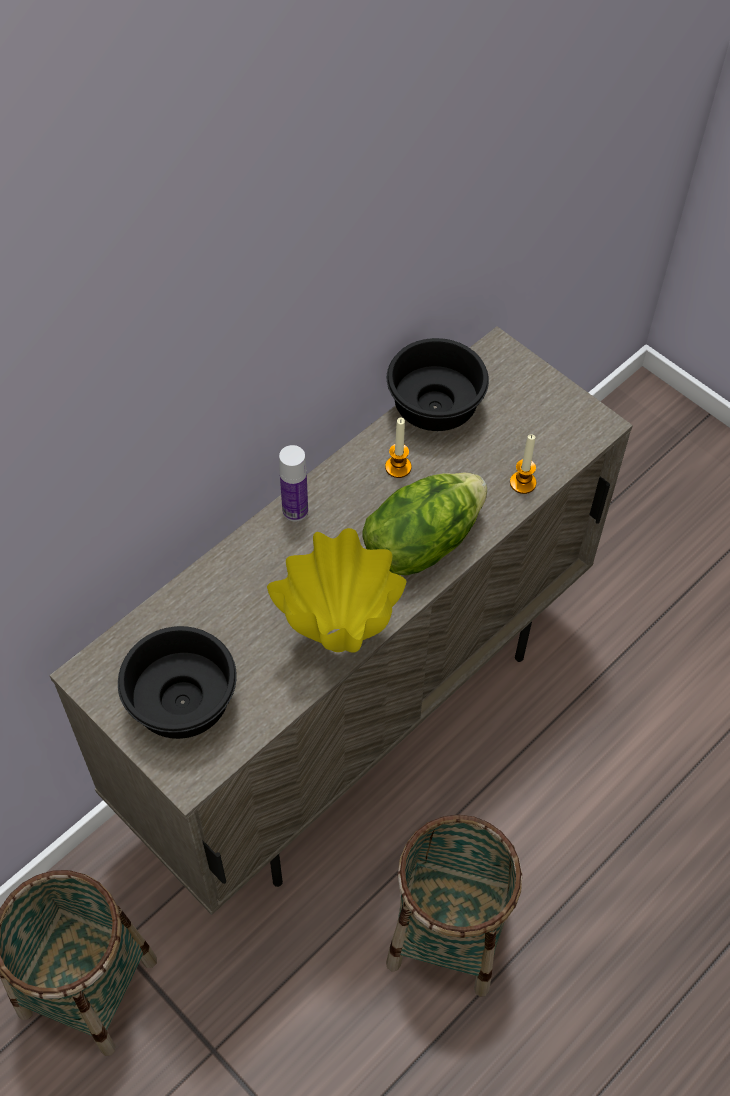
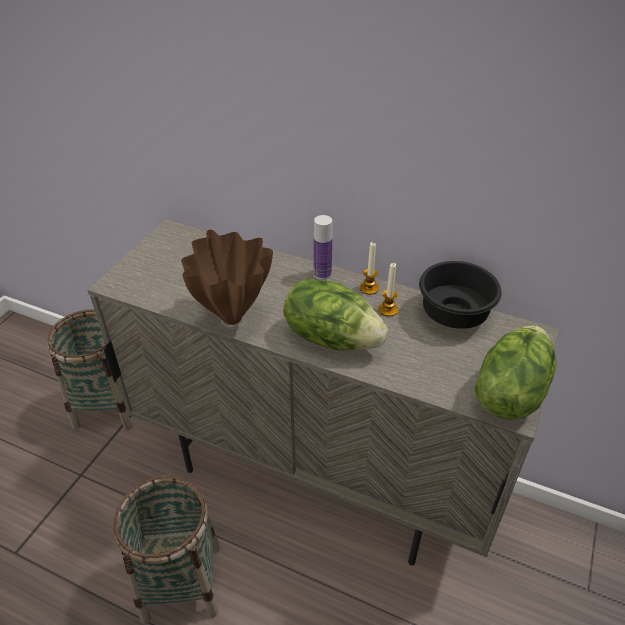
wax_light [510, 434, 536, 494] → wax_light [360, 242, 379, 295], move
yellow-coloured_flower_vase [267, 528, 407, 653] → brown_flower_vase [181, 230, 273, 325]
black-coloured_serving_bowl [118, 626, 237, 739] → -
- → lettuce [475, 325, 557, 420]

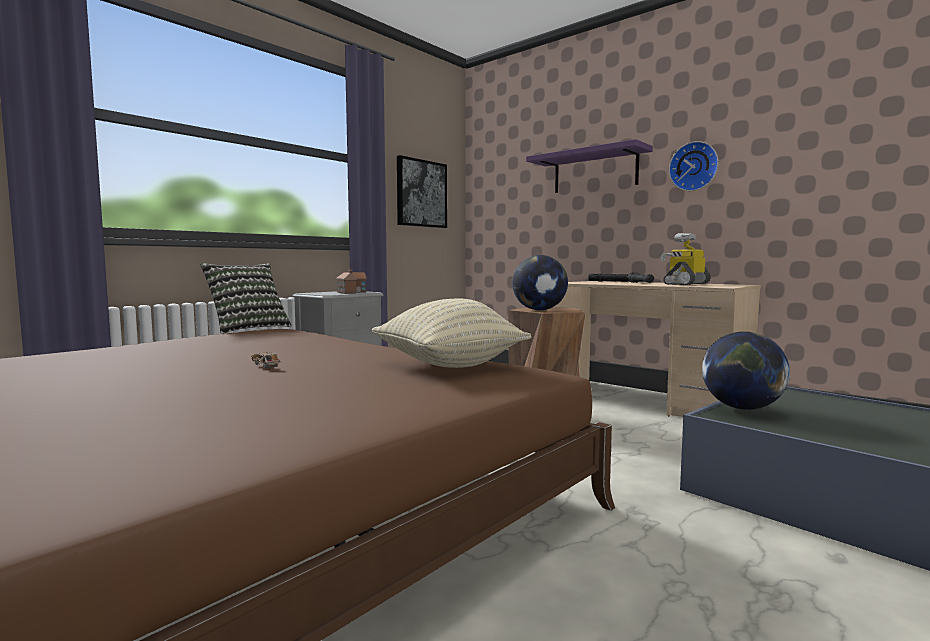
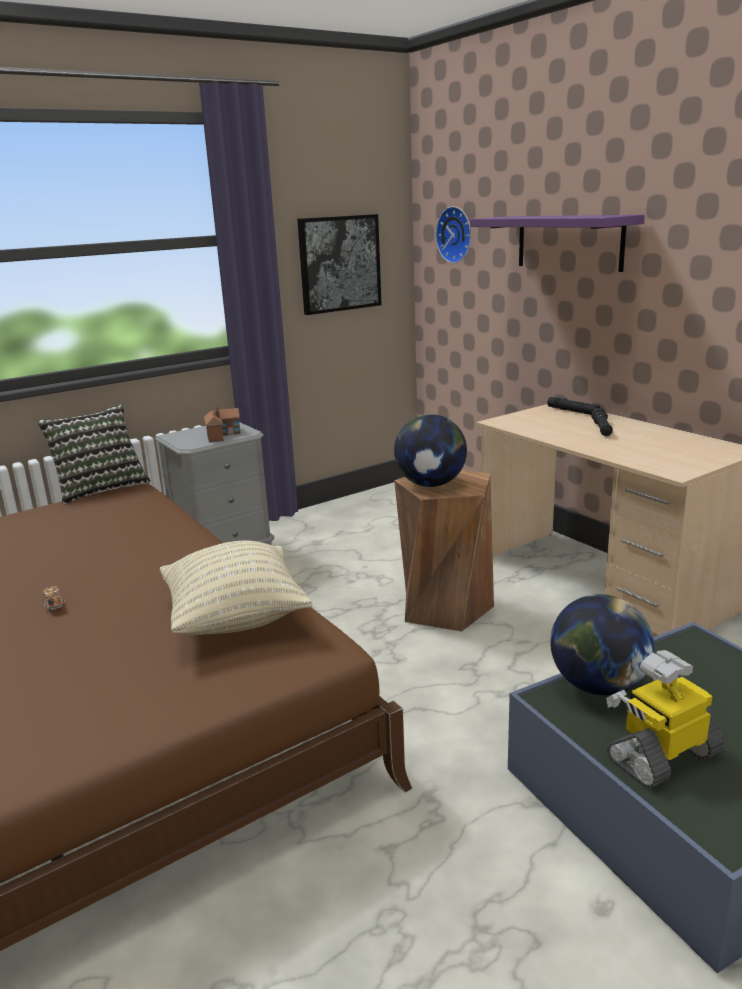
wall_clock [669, 141, 719, 191] → wall_clock [435, 206, 471, 263], move
toy_robot [660, 233, 711, 285] → toy_robot [606, 650, 725, 788], move

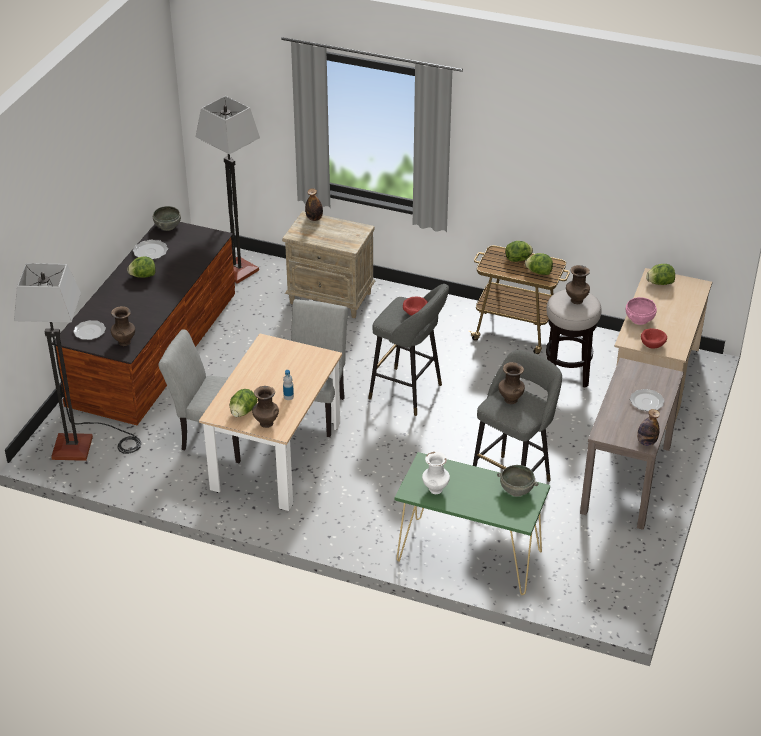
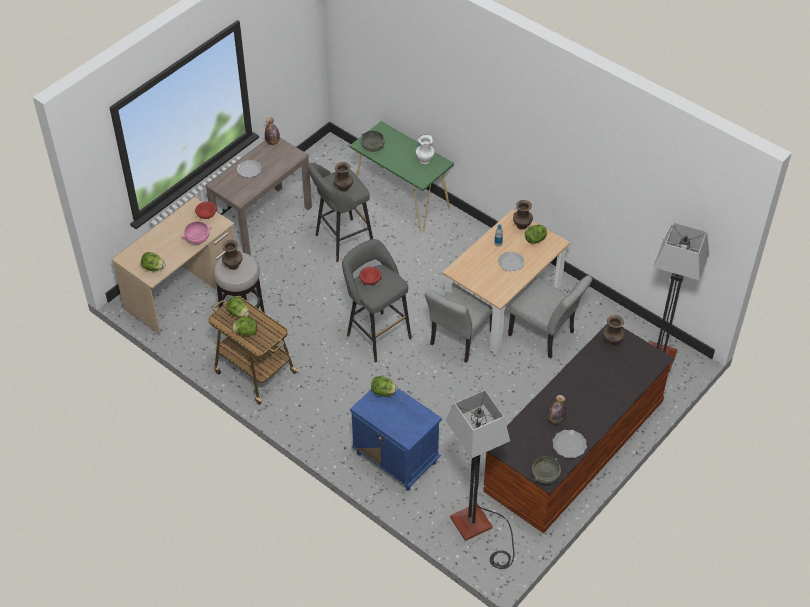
beverage_bottle [305, 188, 323, 221] → beverage_bottle [548, 395, 566, 424], move
beige_night_table [282, 211, 375, 318] → blue_night_table [350, 388, 442, 491]
lettuce [127, 256, 156, 278] → lettuce [371, 376, 397, 397], move
plate [73, 320, 106, 340] → plate [498, 252, 525, 271], move

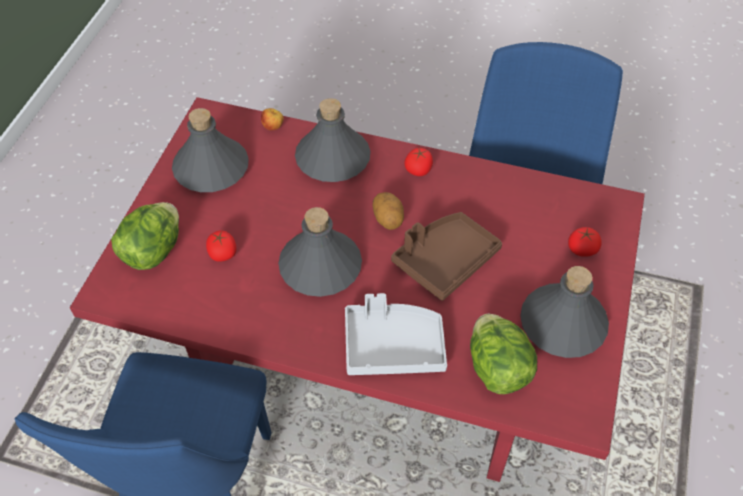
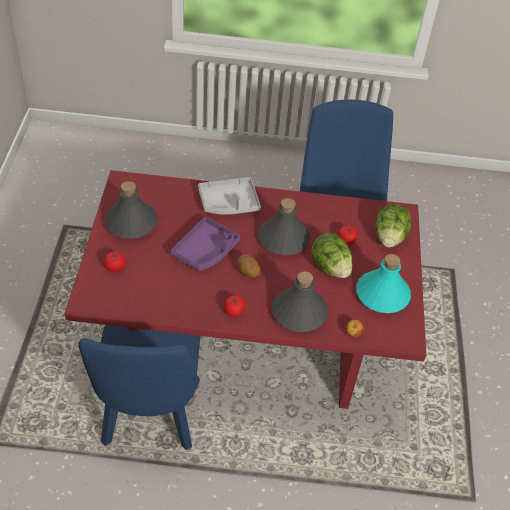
gray_beverage_bottle [172, 108, 249, 192] → turquoise_beverage_bottle [356, 254, 411, 313]
brown_tray [391, 212, 502, 301] → purple_tray [170, 217, 241, 271]
lettuce [470, 314, 537, 394] → lettuce [311, 233, 352, 278], move

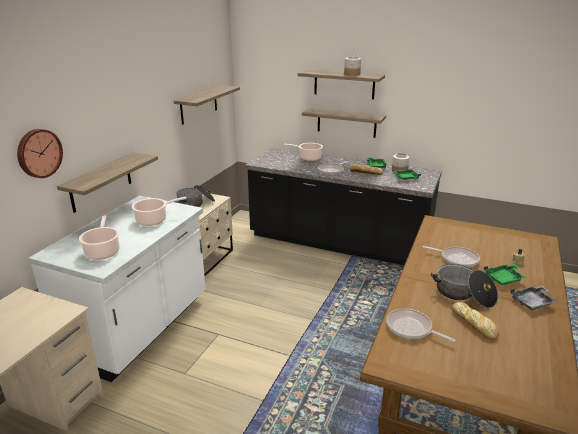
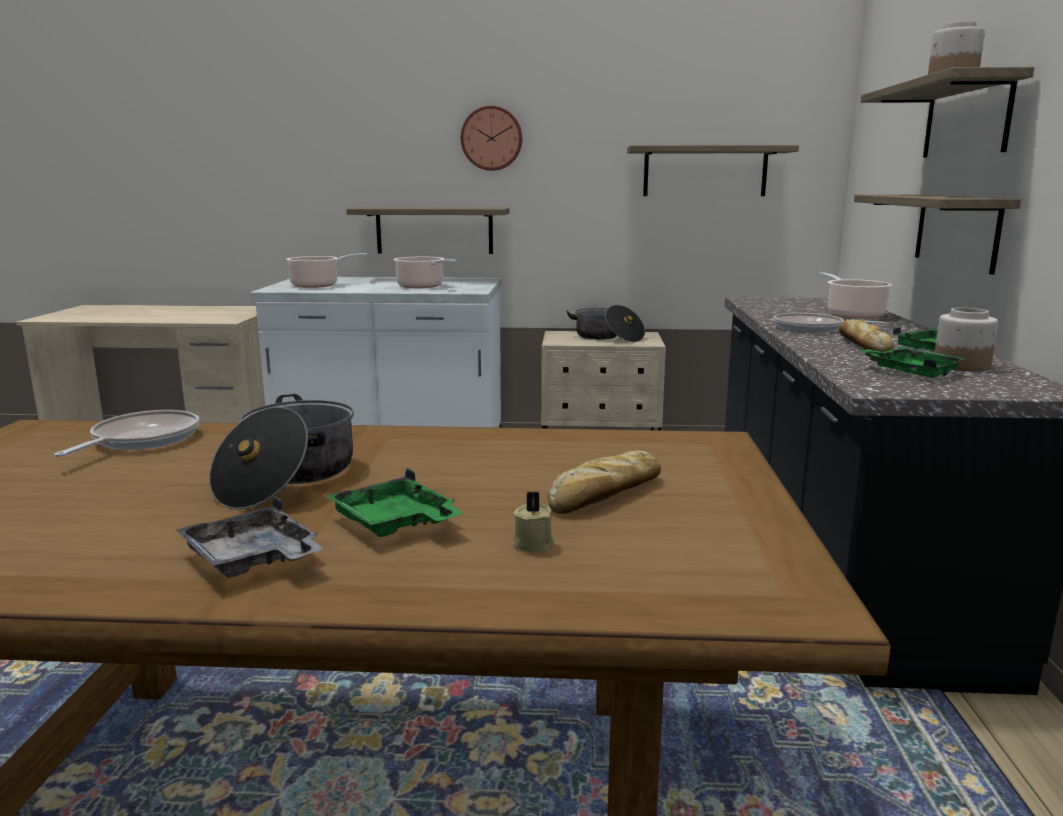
wall_clock [17, 129, 63, 178] → wall_clock [461, 106, 522, 171], move
pan [423, 246, 480, 267] → -
bakery_bread [452, 302, 499, 340] → bakery_bread [547, 450, 661, 514], move

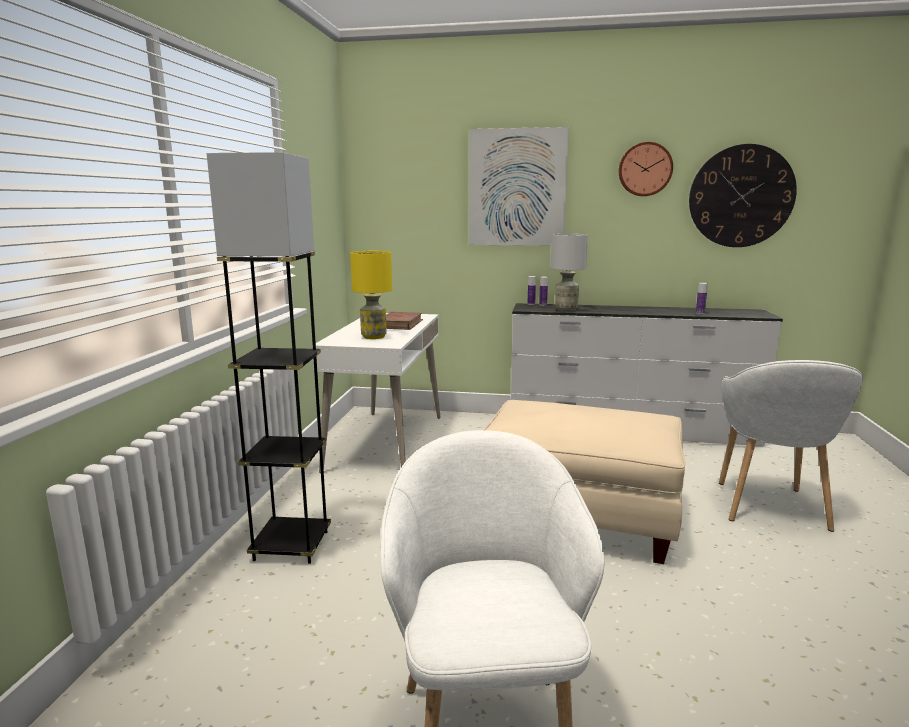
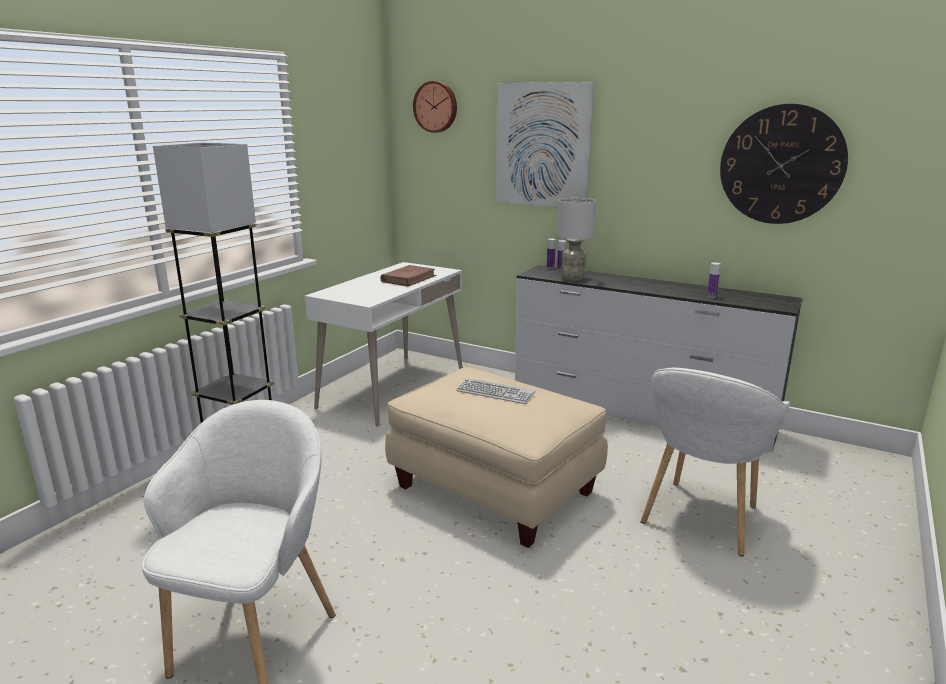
wall_clock [619, 142, 673, 196] → wall_clock [413, 81, 457, 133], move
yellow-coloured_table_lamp [350, 251, 392, 339] → -
- → keyboard [456, 378, 535, 404]

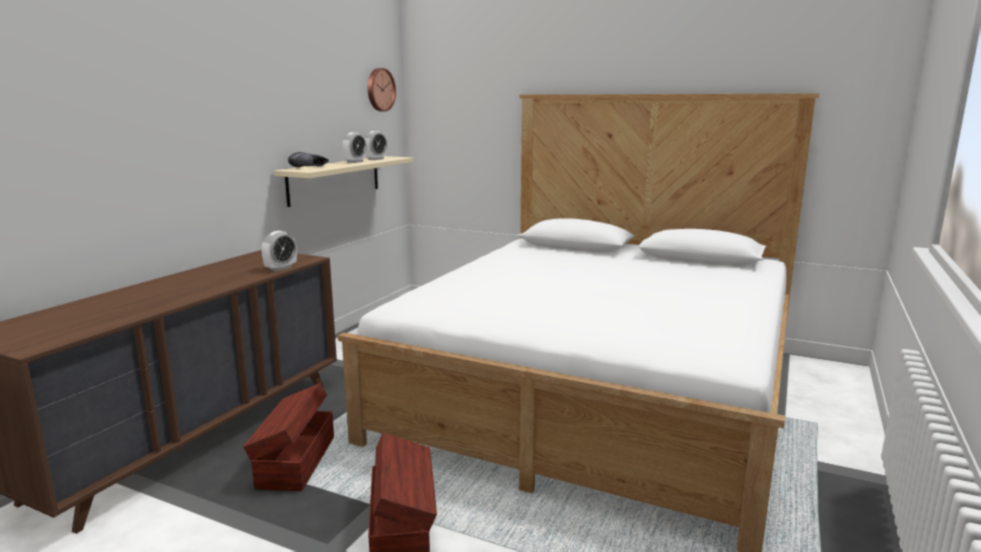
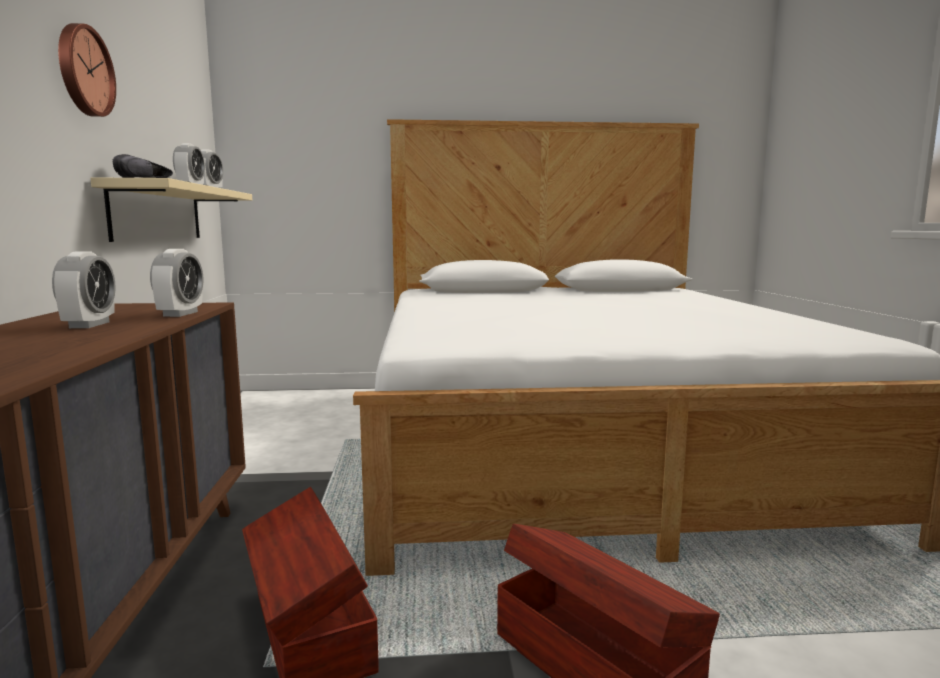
wall_clock [368, 68, 396, 112] → wall_clock [58, 23, 116, 117], move
- → table_clock [52, 251, 116, 328]

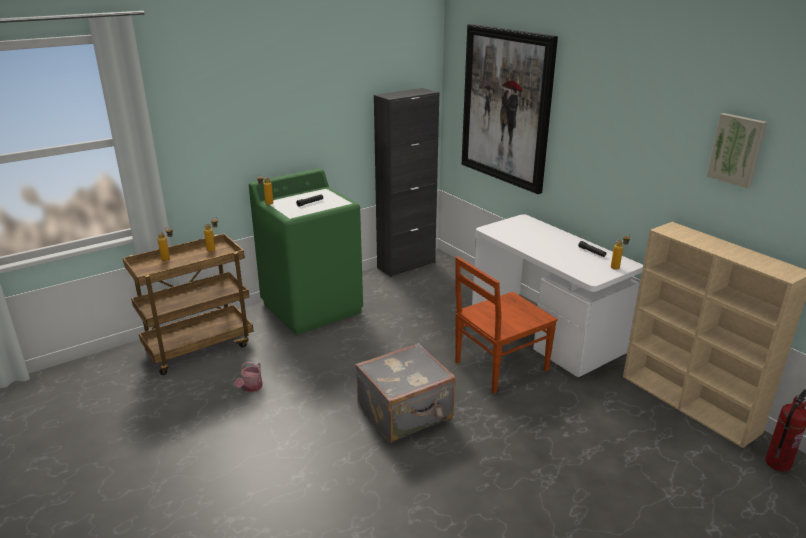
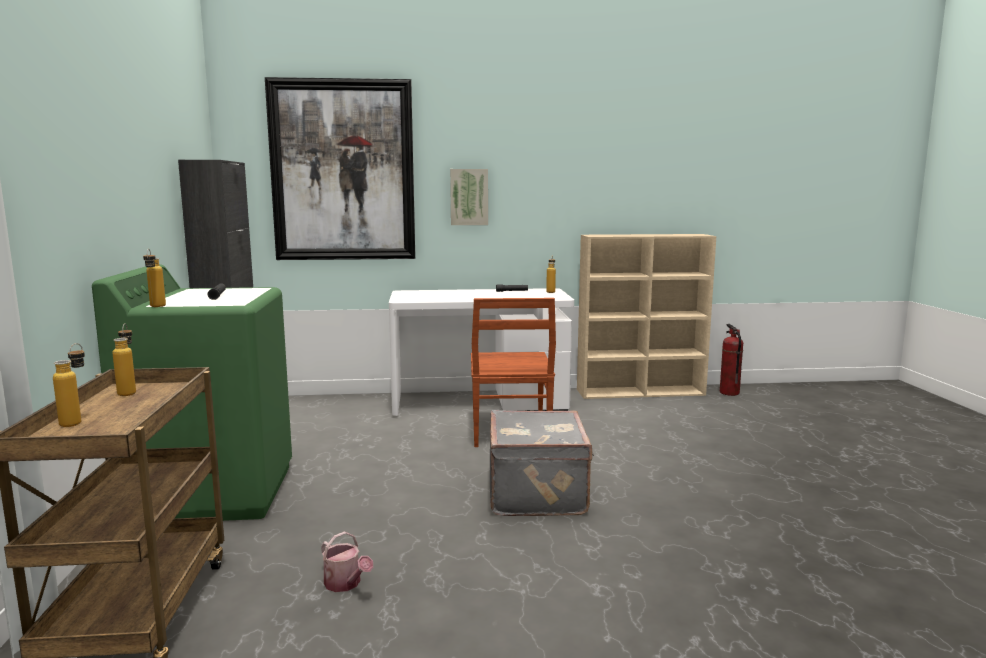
wall_art [707, 113, 767, 188] → wall_art [450, 169, 488, 225], move

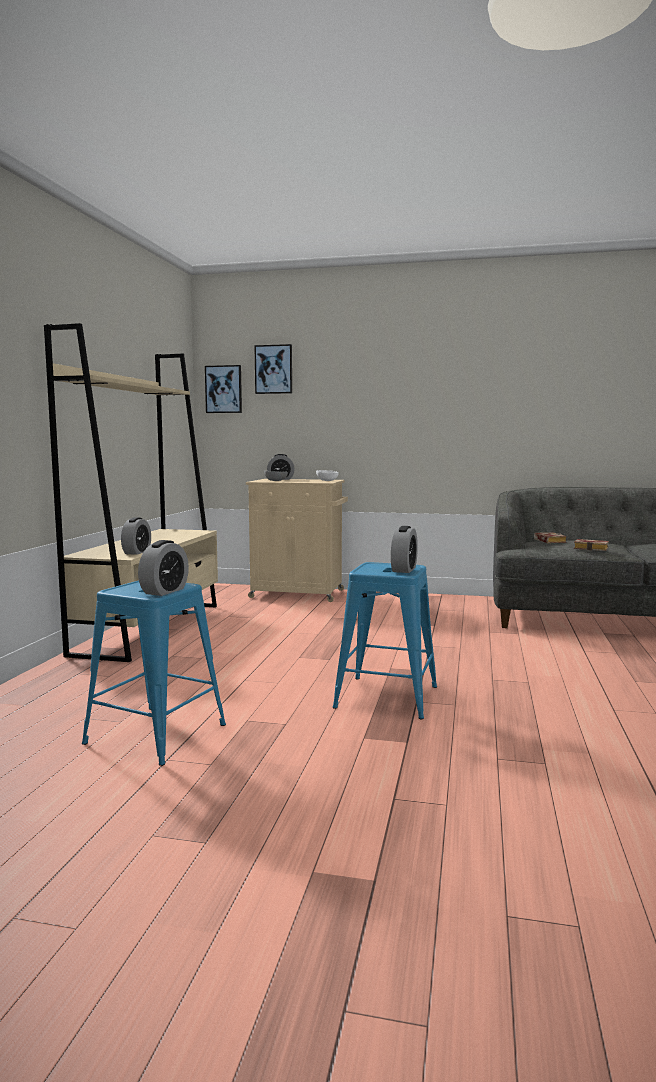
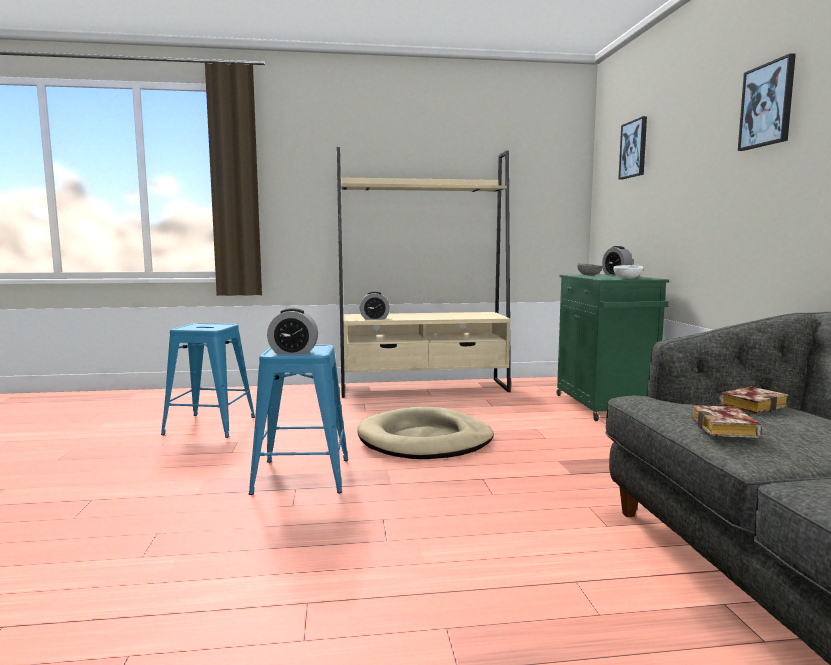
wall_art [205, 365, 242, 413] → wall_art [738, 53, 796, 151], move
beige_cupboard [246, 479, 348, 602] → greenish_cupboard [557, 274, 669, 421]
table_clock [138, 540, 189, 596] → -
- → beige_pet_bed [357, 407, 494, 459]

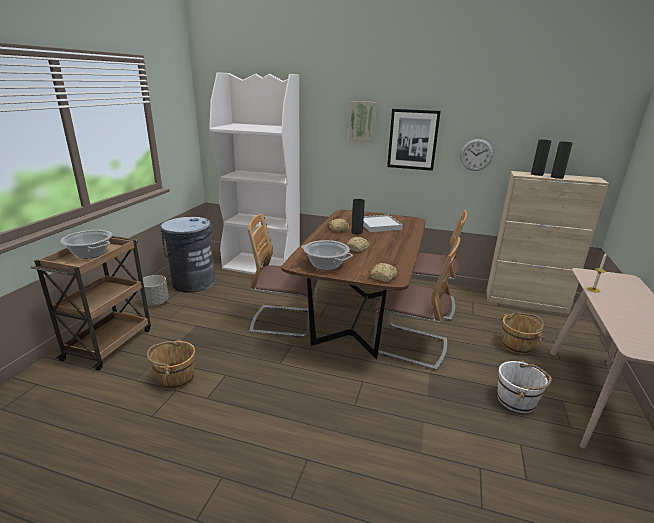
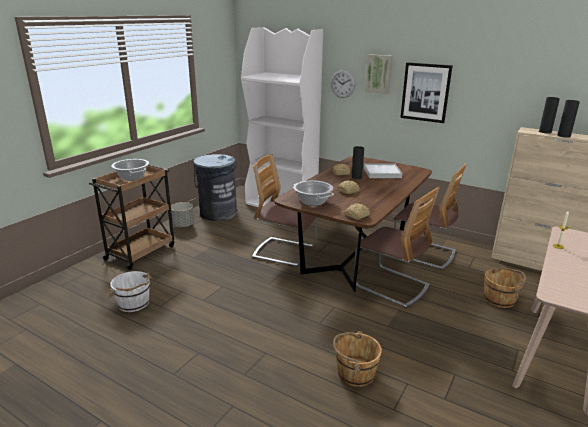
wall_clock [460, 139, 493, 171] → wall_clock [331, 70, 355, 98], move
brown_water_bucket [147, 339, 195, 390] → brown_water_bucket [333, 331, 382, 387], move
whitish_water_bucket [497, 361, 552, 413] → whitish_water_bucket [108, 271, 153, 312], move

